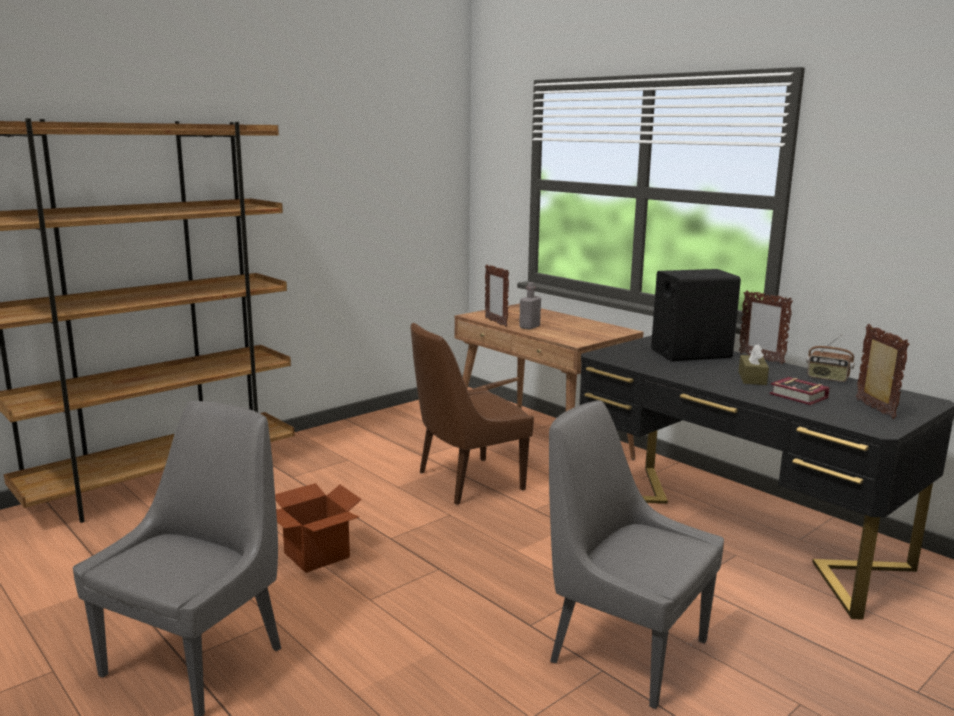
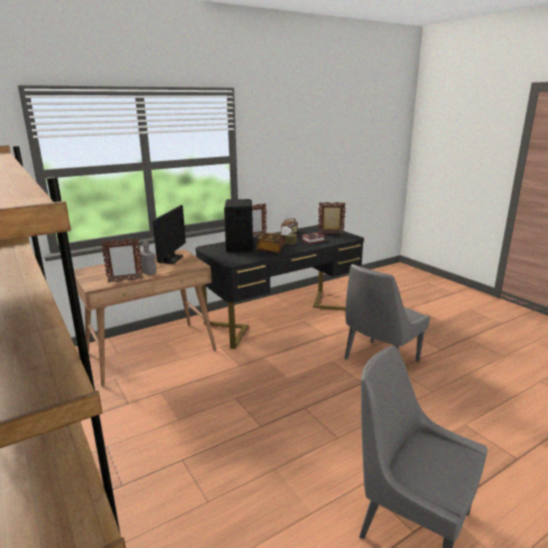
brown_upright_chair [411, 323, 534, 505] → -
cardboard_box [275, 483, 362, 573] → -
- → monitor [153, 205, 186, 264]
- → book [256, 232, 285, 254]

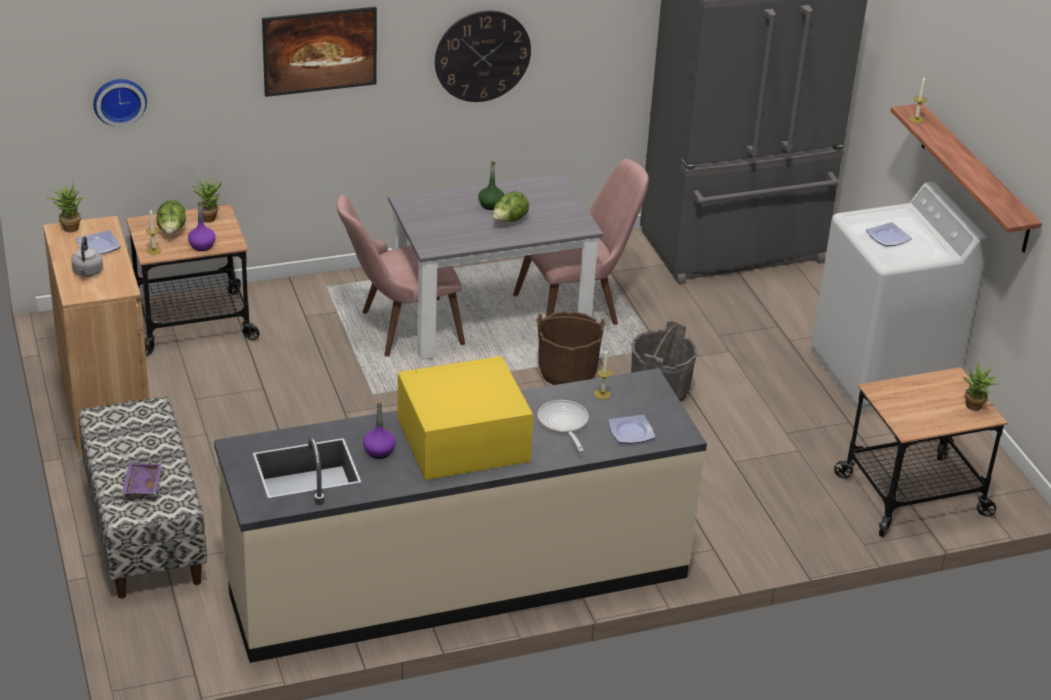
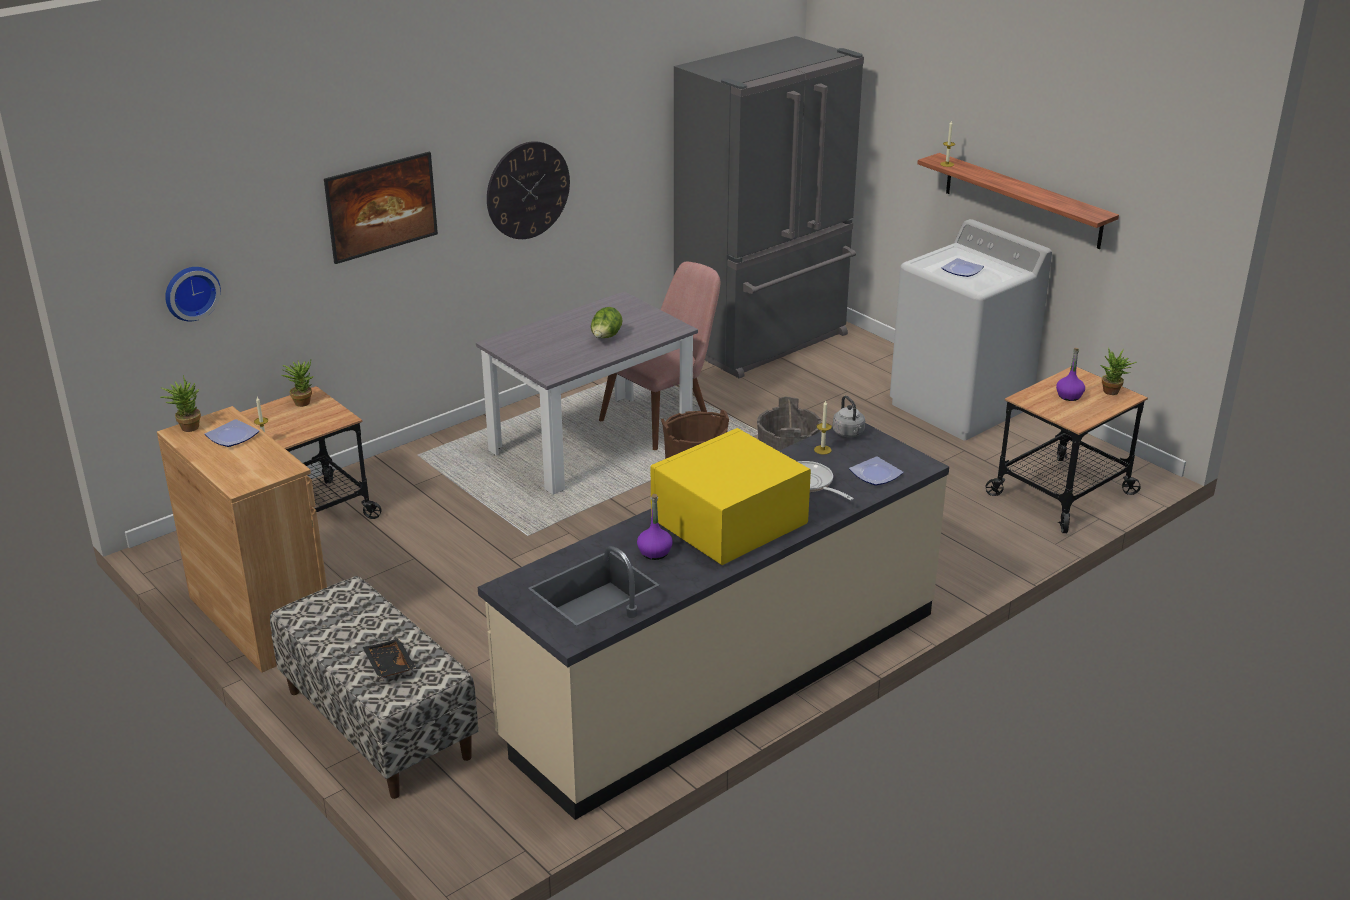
greenish_beverage_bottle [478, 160, 504, 210] → -
pink-coloured_upright_chair [337, 194, 465, 357] → -
lettuce [156, 200, 186, 234] → -
purple_beverage_bottle [188, 200, 216, 251] → purple_beverage_bottle [1056, 348, 1085, 401], move
gray_kettle [71, 236, 103, 277] → gray_kettle [833, 395, 865, 437], move
purple_tray [122, 463, 163, 495] → black-coloured_tray [363, 639, 416, 678]

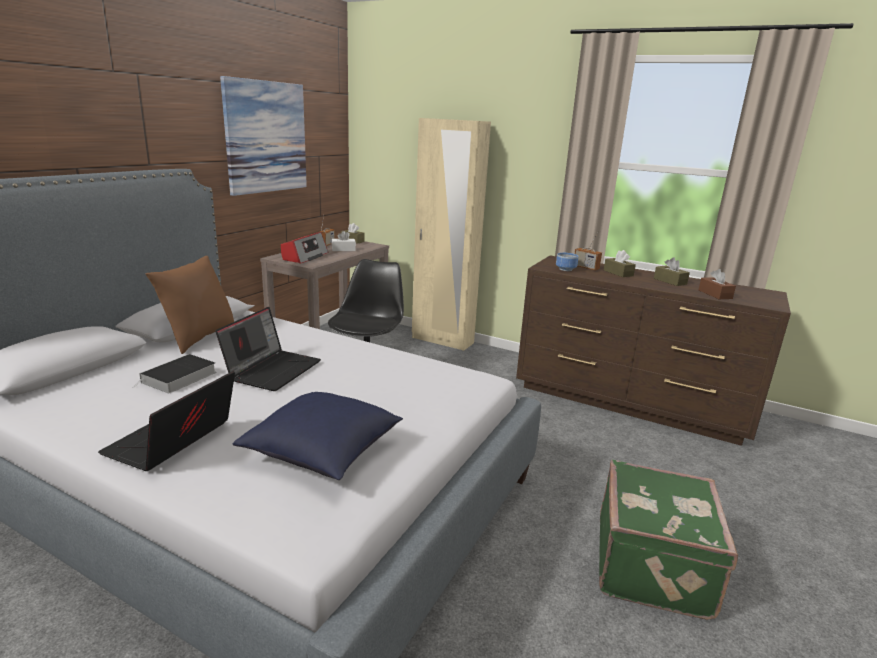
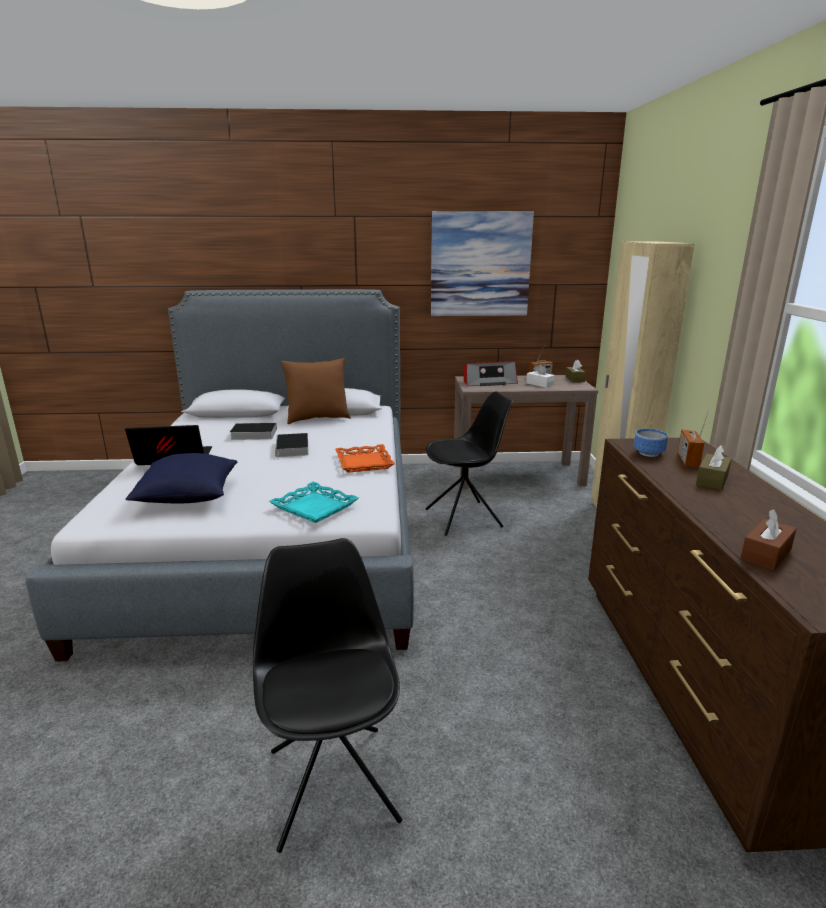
brown_tissue_box [654, 258, 690, 286] → -
notebook_computer [215, 307, 321, 391] → book [275, 433, 309, 460]
greenish_suitcase [599, 460, 738, 620] → black-coloured_upright_chair [253, 538, 402, 853]
- → orange_tray [335, 444, 395, 473]
- → turquoise_tray [269, 482, 359, 523]

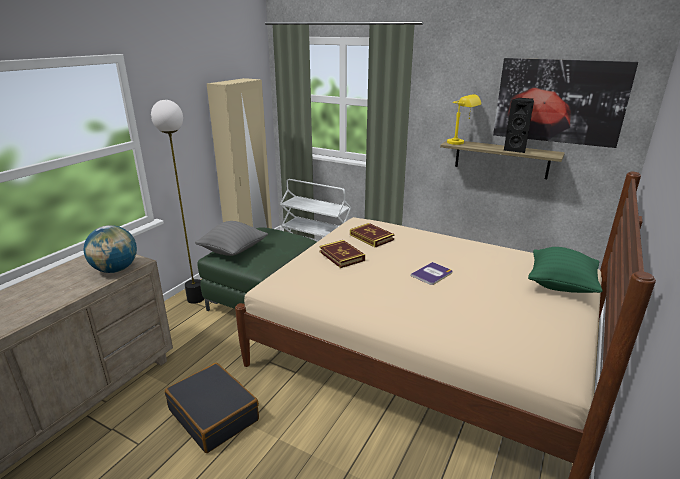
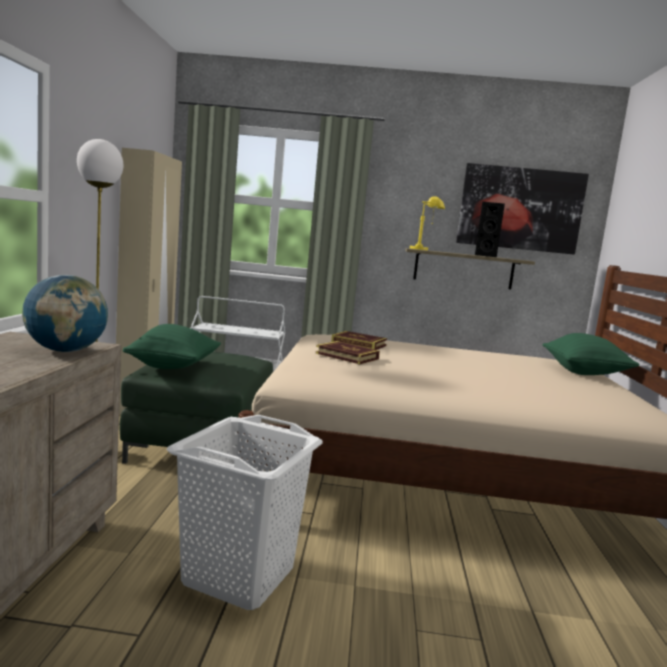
gray_pillow [195, 221, 268, 256] → greenish_pillow [123, 324, 221, 369]
book [411, 262, 452, 285] → -
black-coloured_suitcase [165, 363, 259, 453] → whitish_laundry_basket [167, 415, 323, 610]

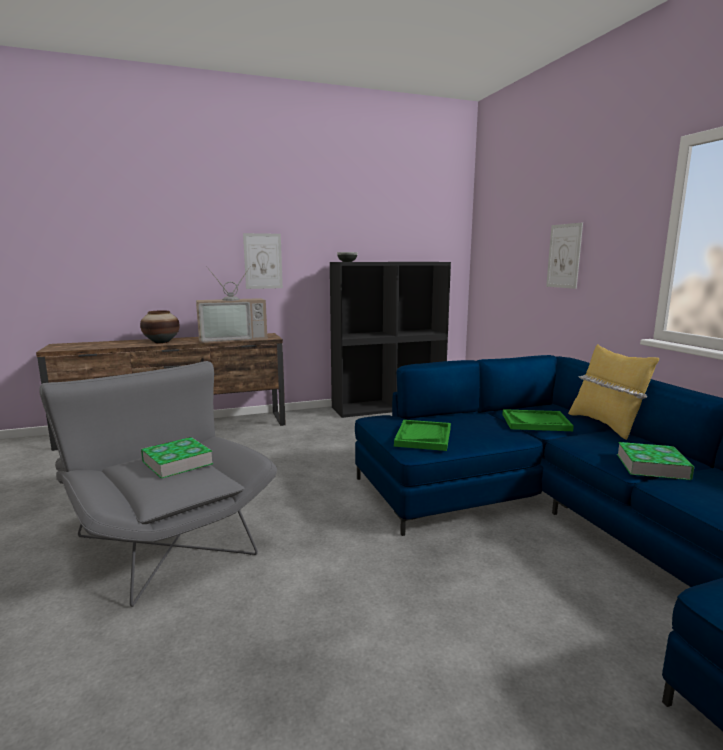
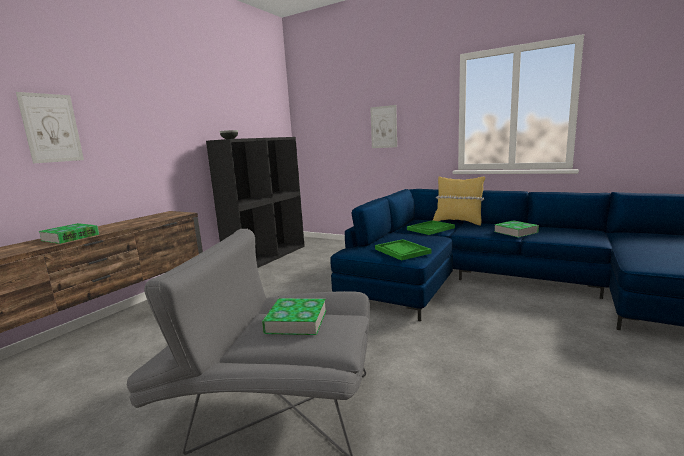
wall_art [243, 233, 283, 289] → wall_art [16, 92, 84, 164], move
TV_set [196, 266, 267, 343] → -
flower_vase [140, 310, 180, 344] → book [38, 223, 99, 244]

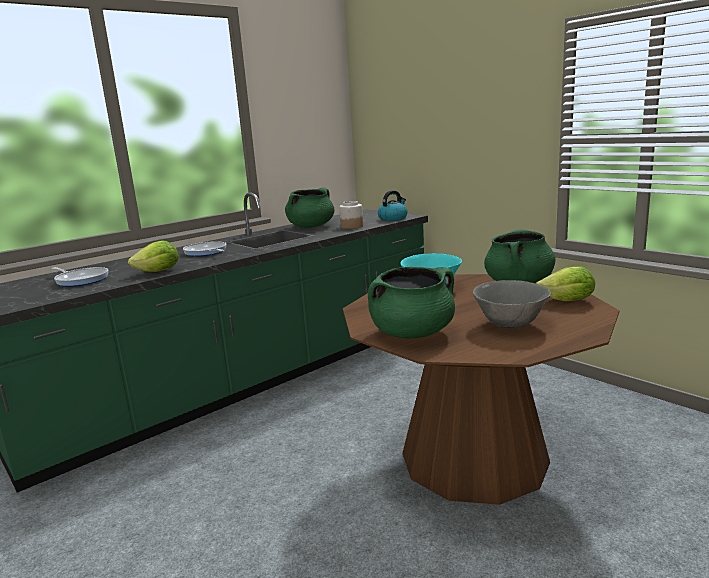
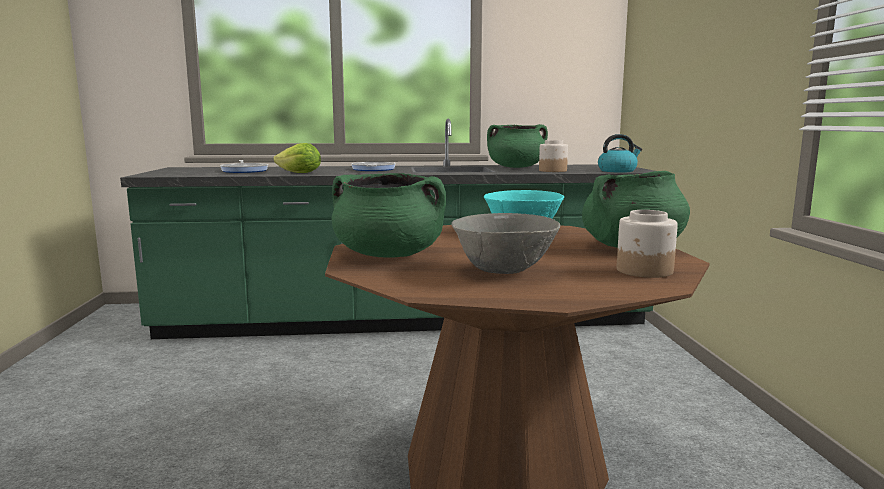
lettuce [536, 266, 595, 301] → jar [617, 210, 678, 278]

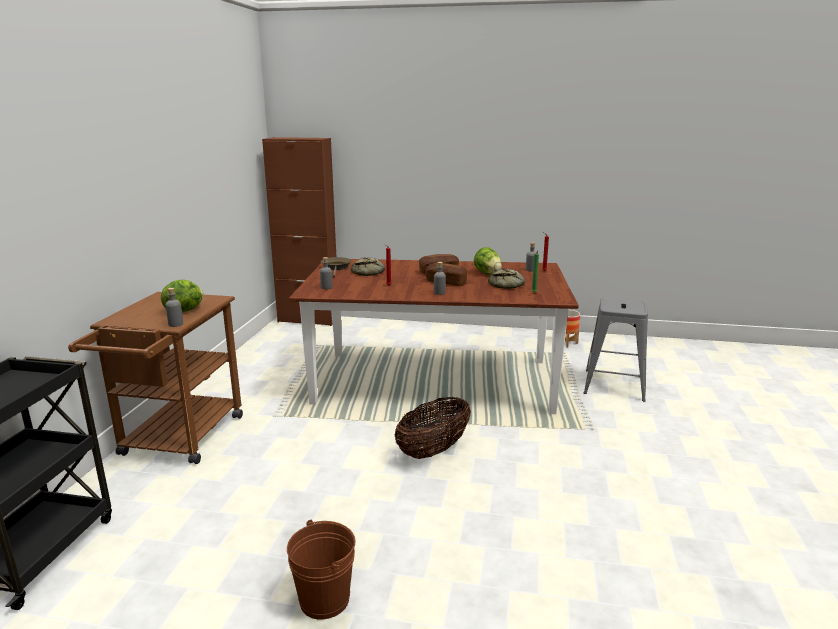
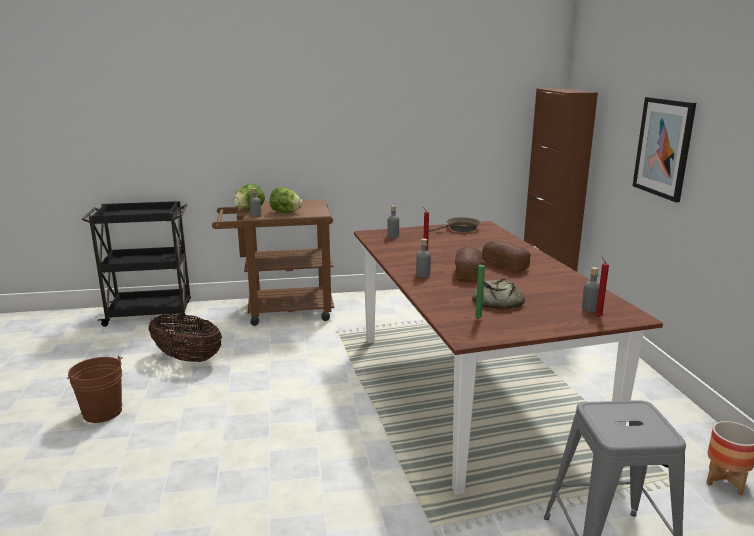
lettuce [474, 247, 502, 275] → lettuce [234, 184, 265, 210], move
bakery_bread [351, 257, 385, 276] → -
storage_basket [395, 397, 471, 459] → storage_basket [149, 313, 222, 362], move
- → wall_art [633, 97, 696, 202]

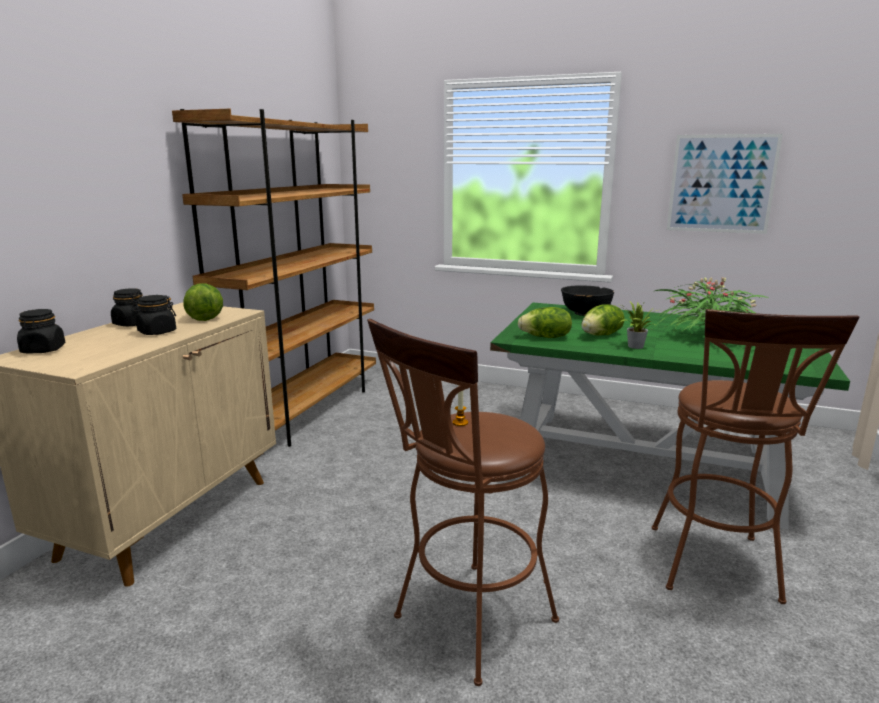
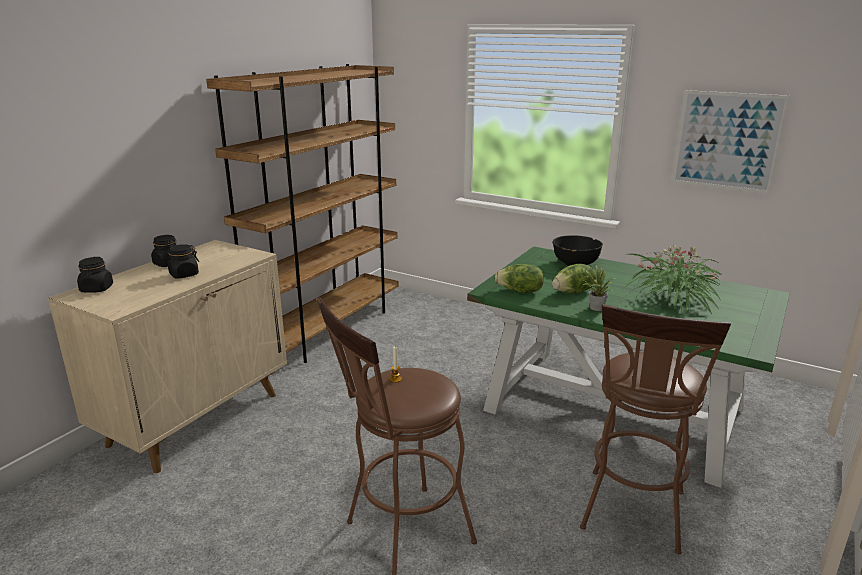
lettuce [184, 283, 223, 321] → -

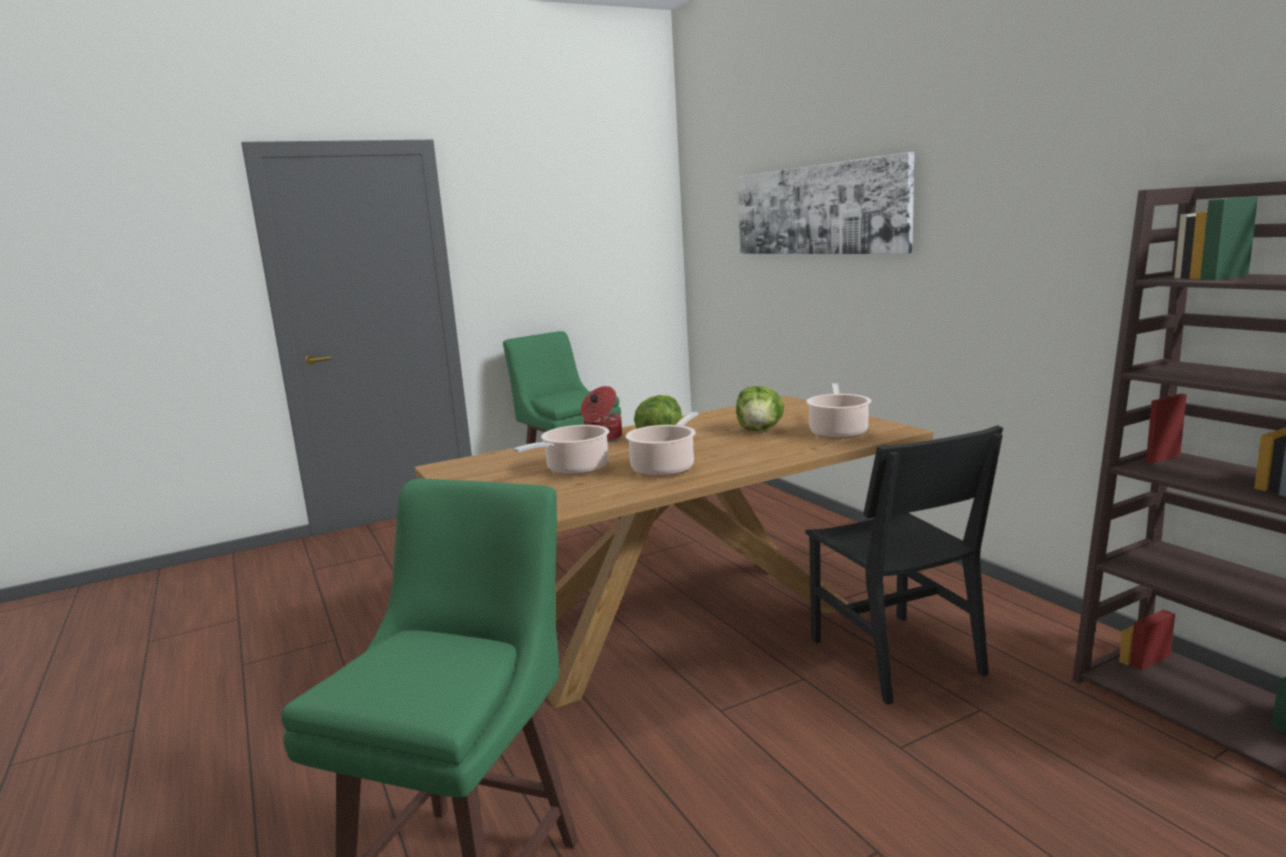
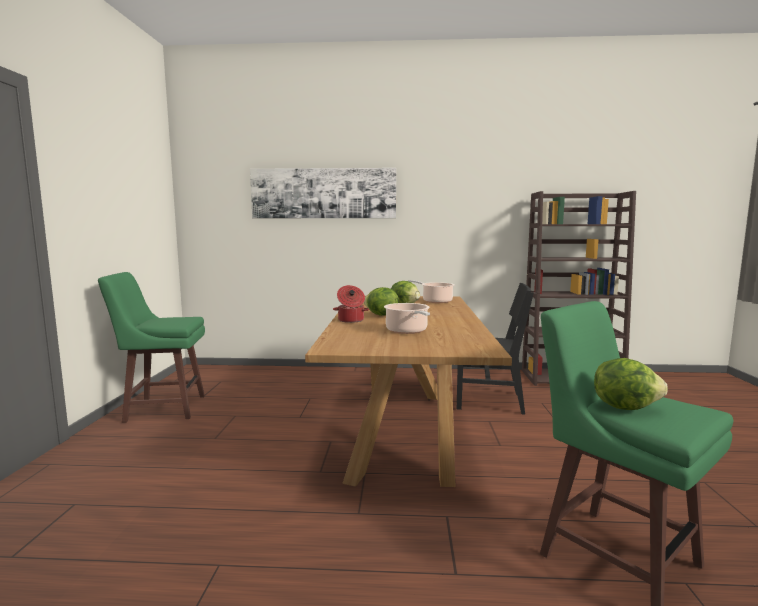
stockpot [625, 412, 698, 477] → -
- → lettuce [594, 358, 668, 410]

